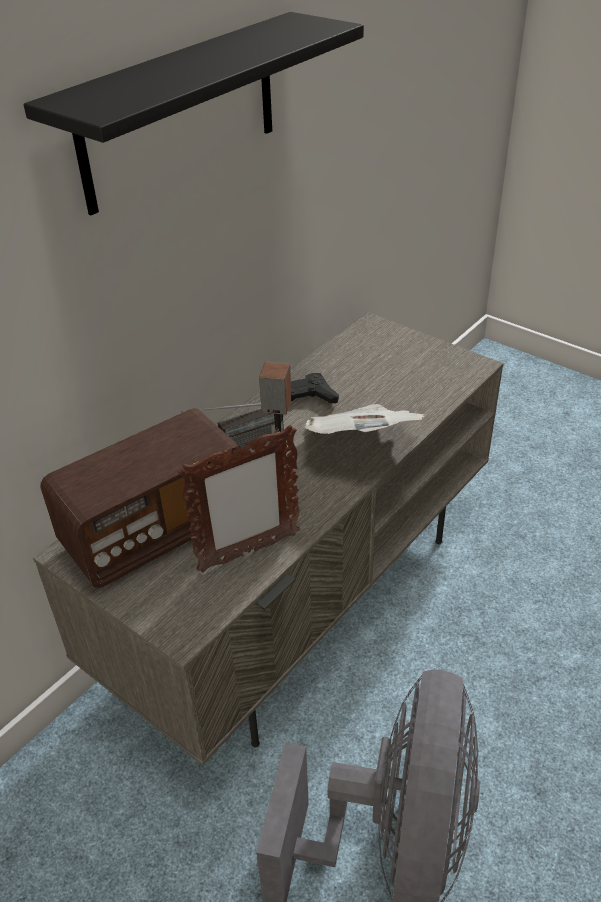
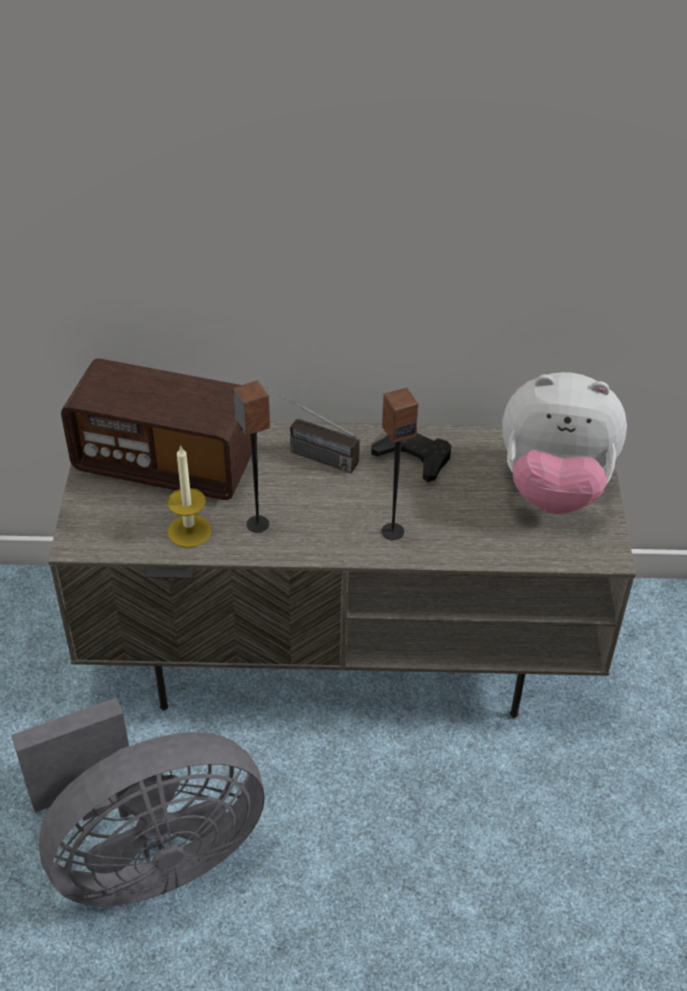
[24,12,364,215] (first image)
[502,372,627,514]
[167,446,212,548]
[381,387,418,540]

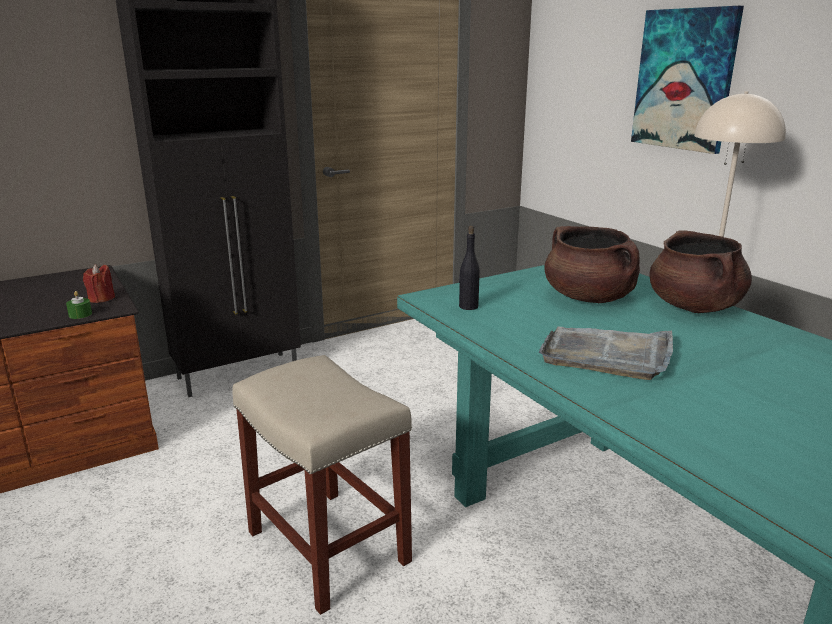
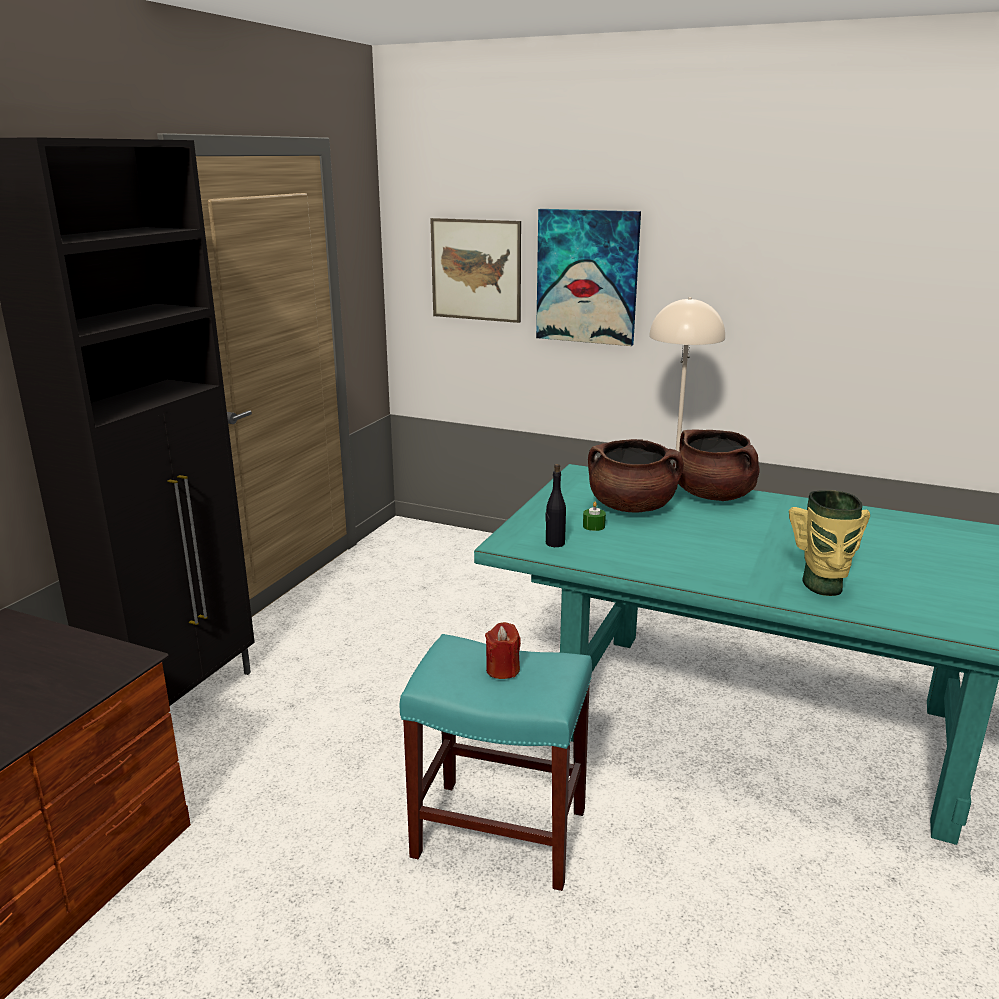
[539,326,673,380] (first image)
[430,218,521,323]
[789,490,870,596]
[583,502,606,531]
[485,622,521,679]
[400,634,592,891]

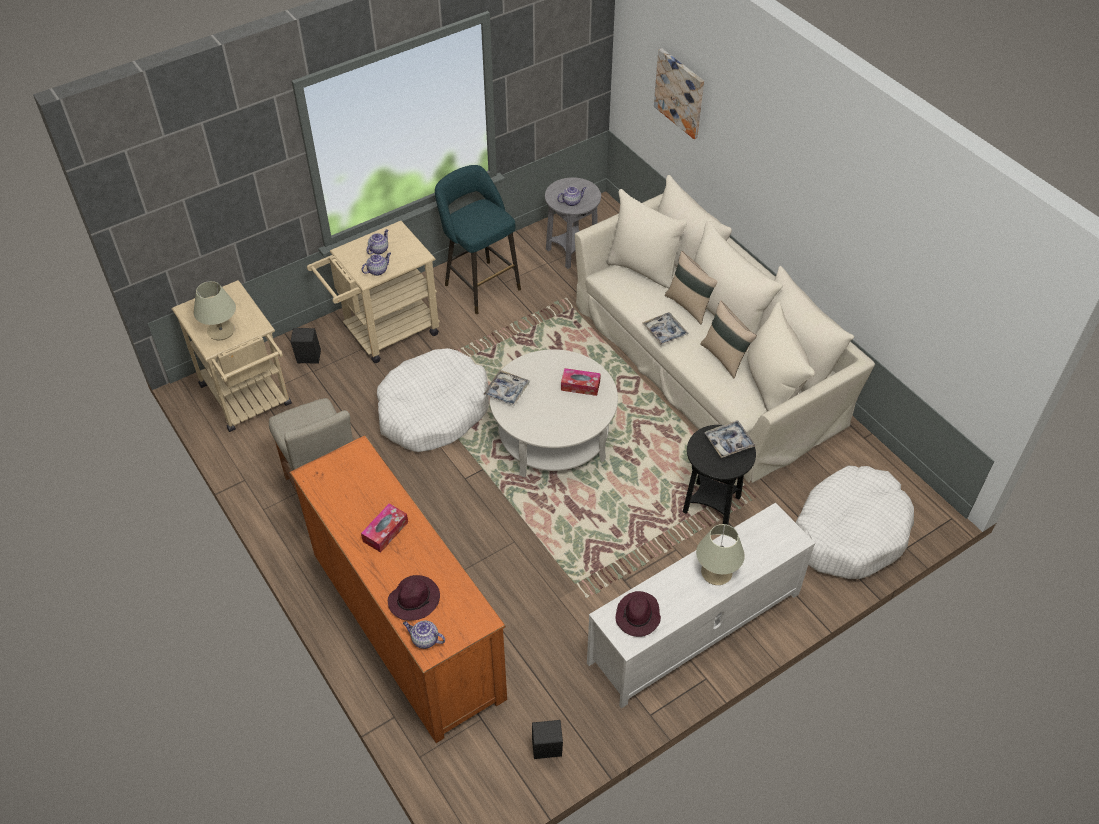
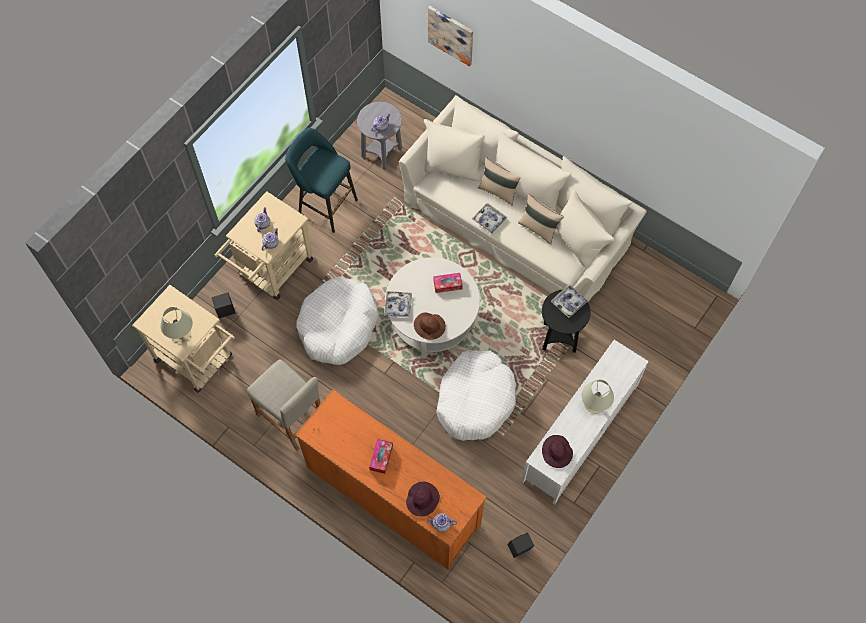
[414,313,446,340]
[436,350,516,441]

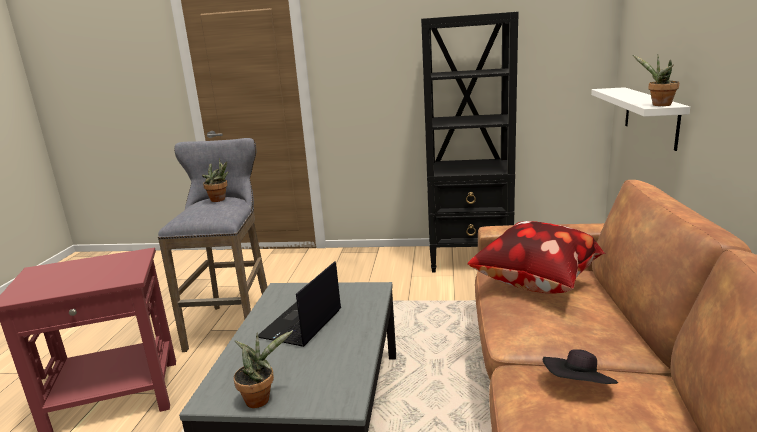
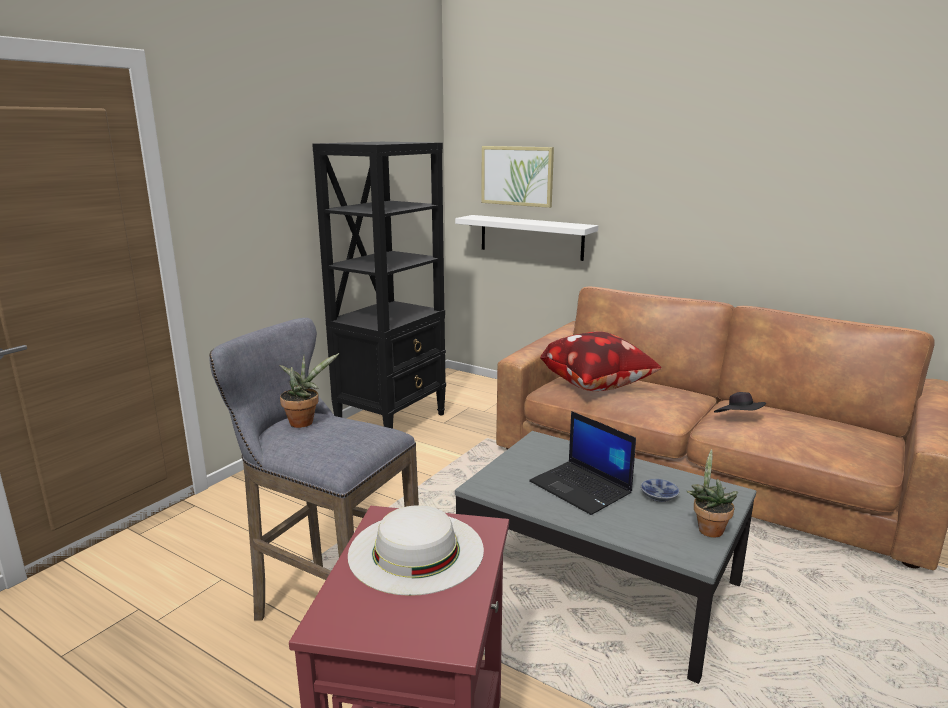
[633,55,679,106] (first image)
[348,505,484,596]
[481,146,554,208]
[641,479,679,502]

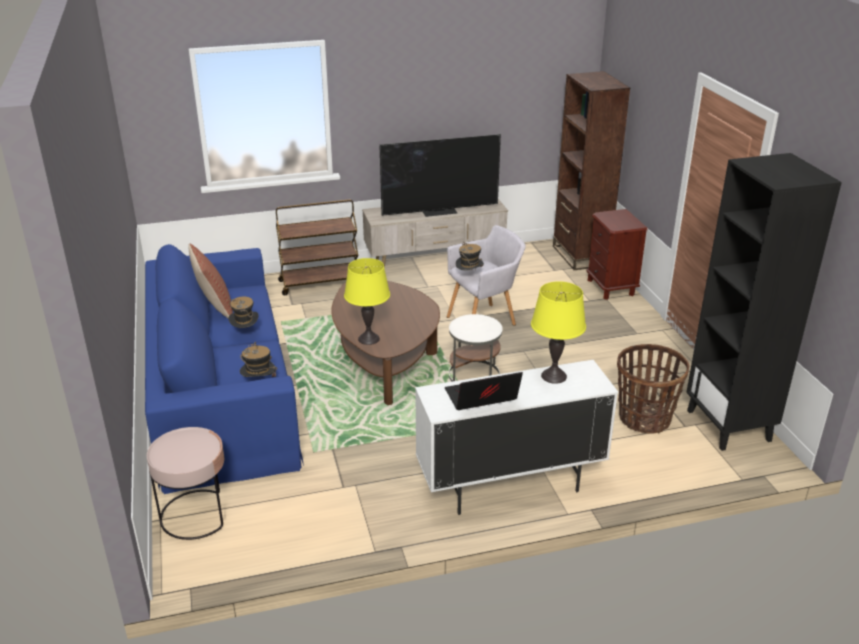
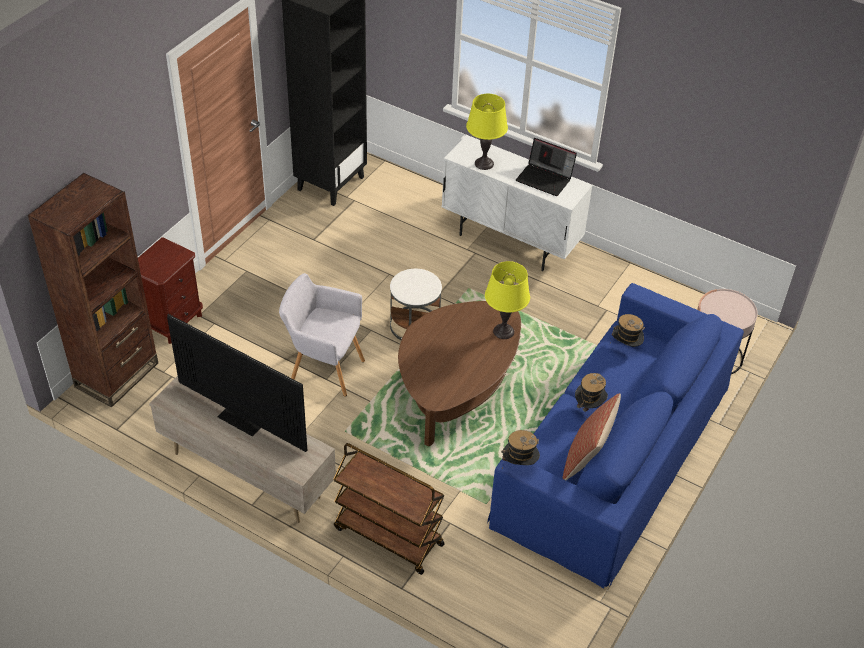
[617,344,689,434] (first image)
[501,430,540,469]

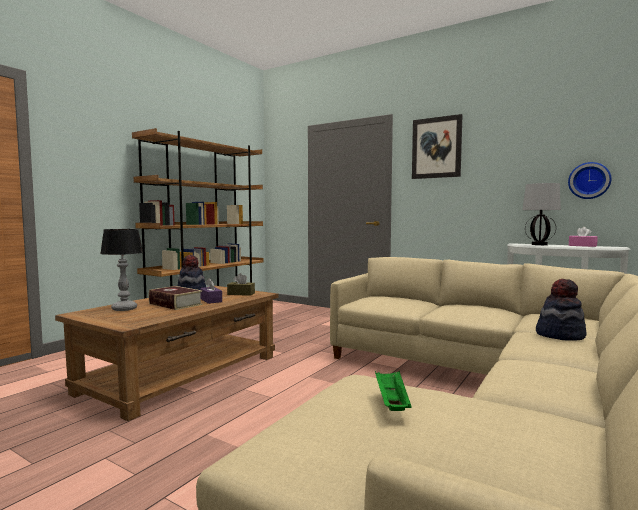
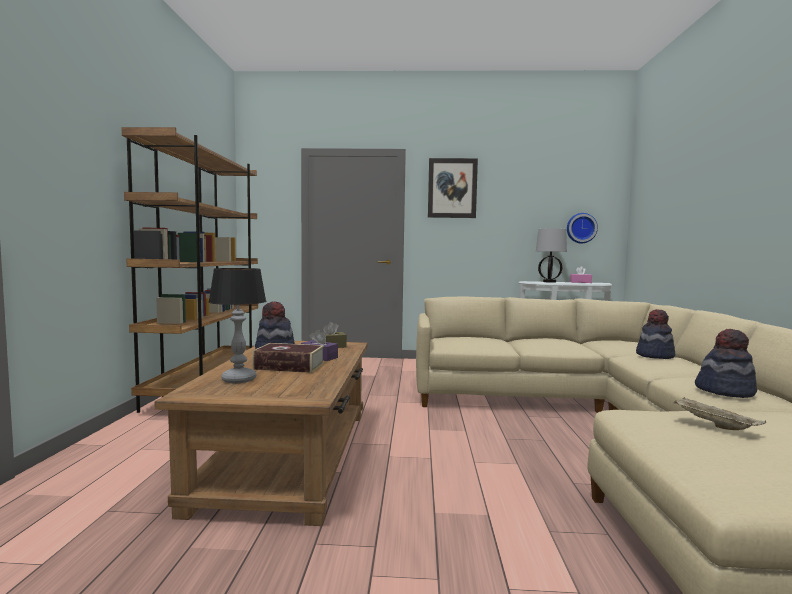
[695,329,757,398]
[673,398,766,430]

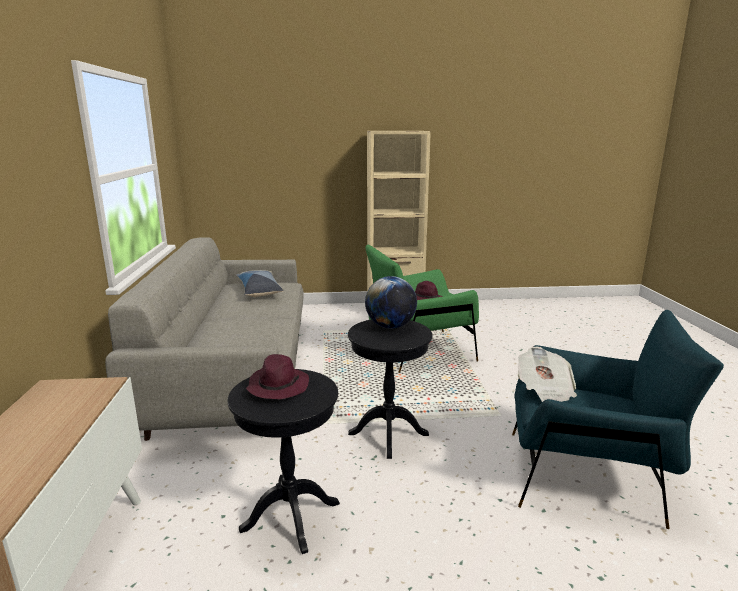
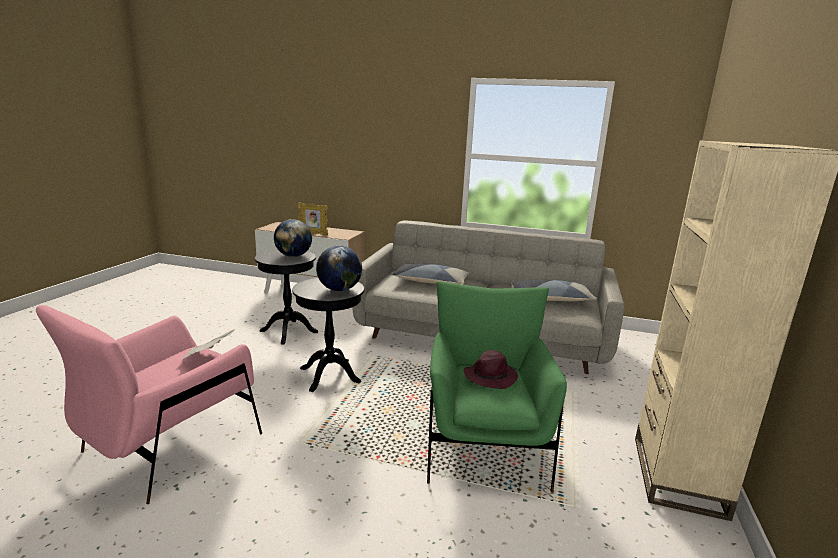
[297,203,328,236]
[391,263,469,284]
[274,219,312,257]
[36,305,262,504]

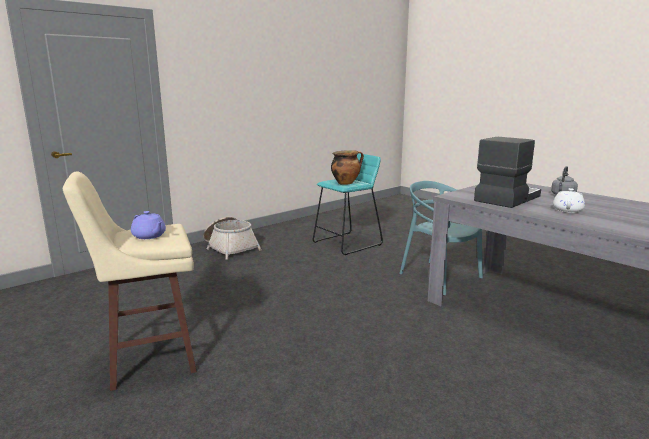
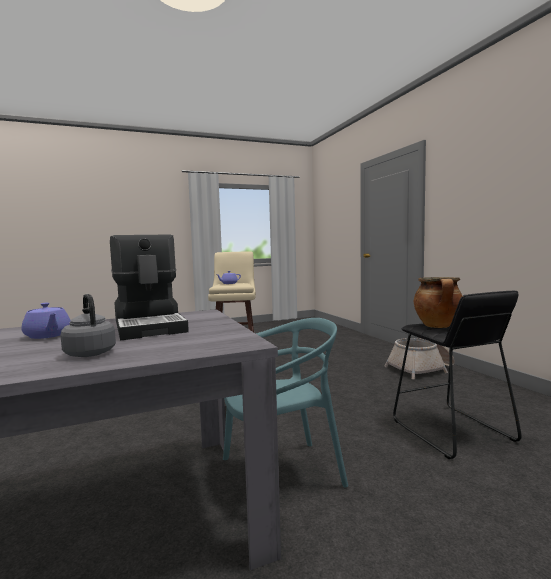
[393,291,522,459]
[21,303,70,339]

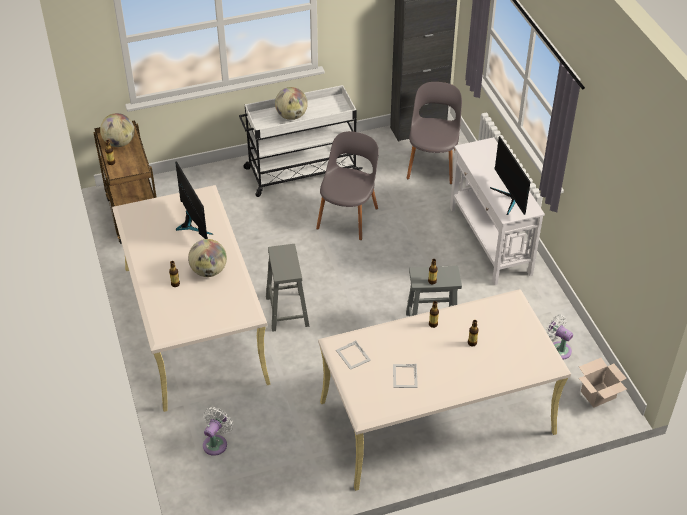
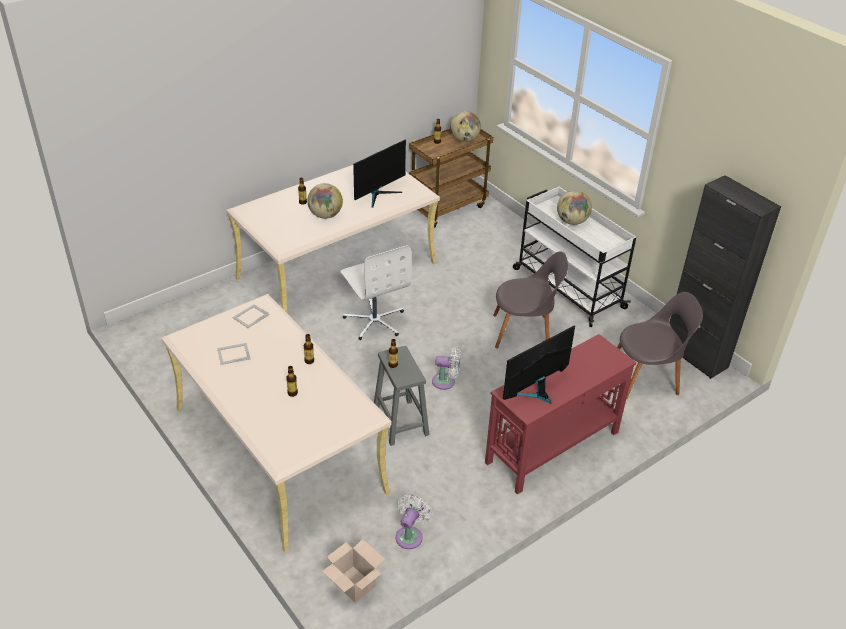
[432,347,461,390]
[340,245,411,340]
[485,334,636,494]

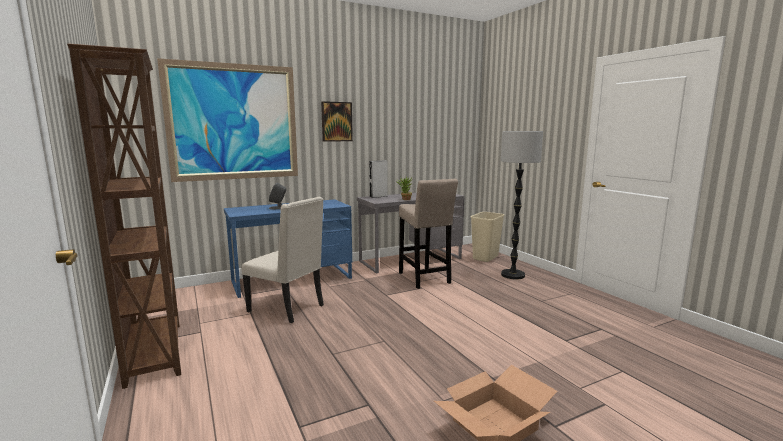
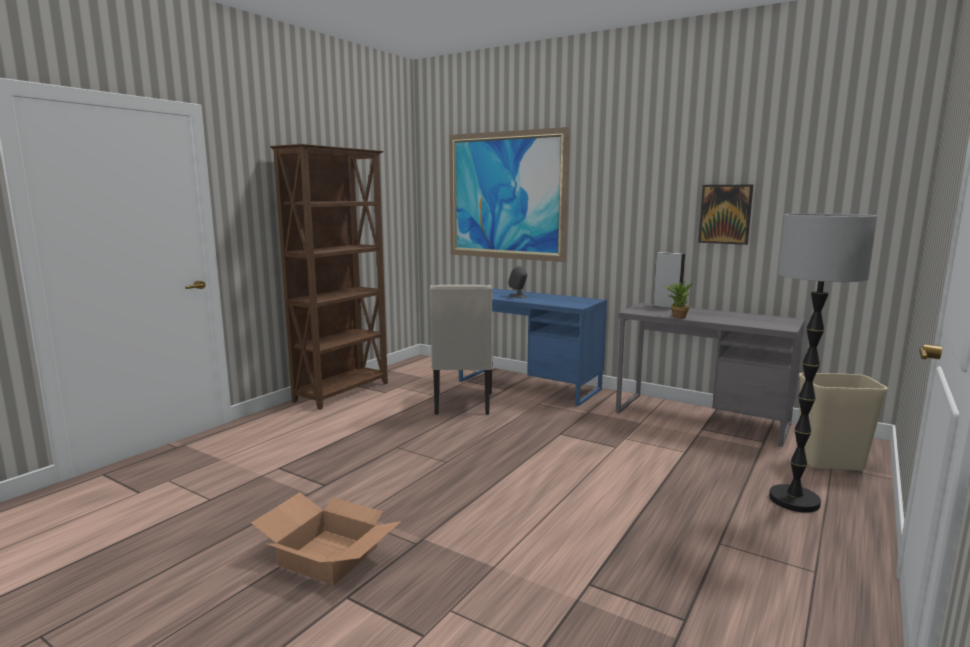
[399,179,458,289] (first image)
[698,184,753,245]

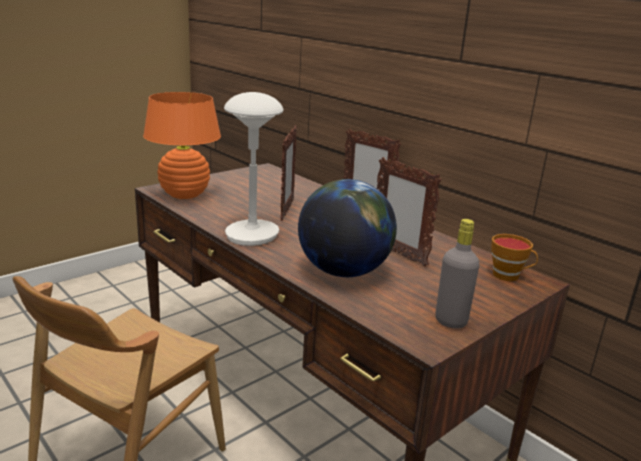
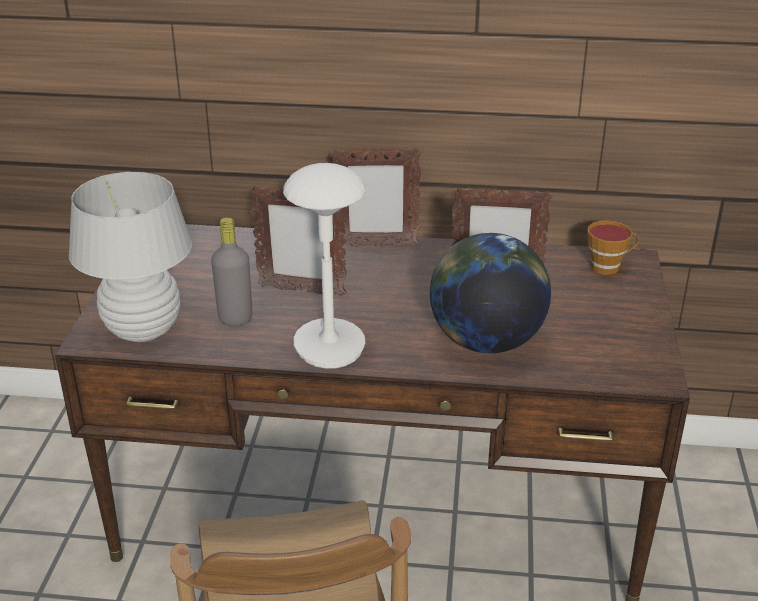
[211,217,252,326]
[69,172,192,342]
[249,185,347,296]

